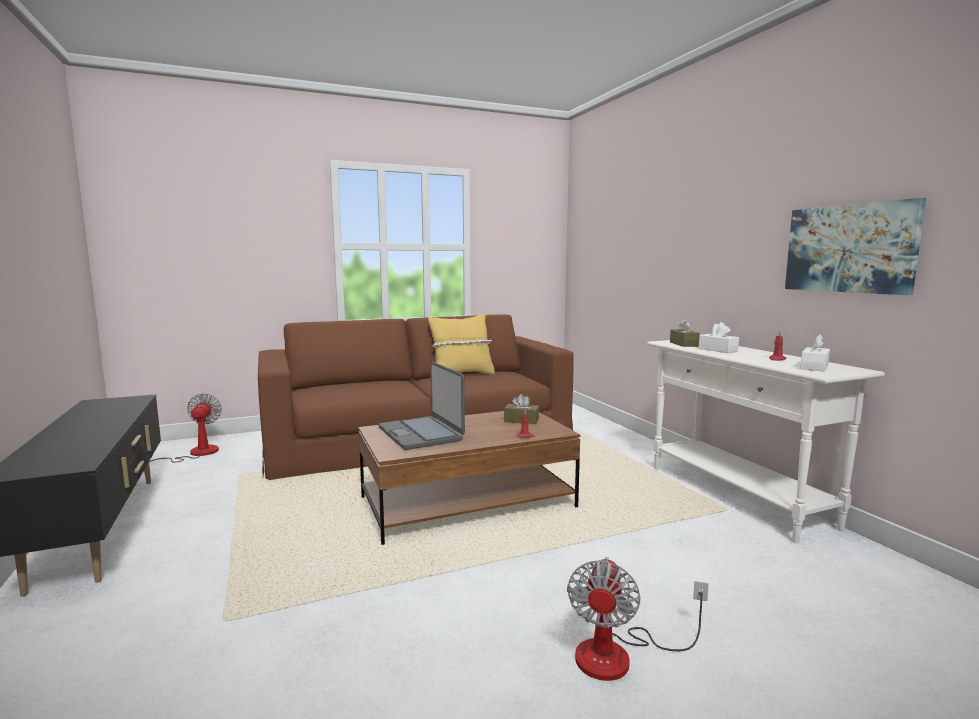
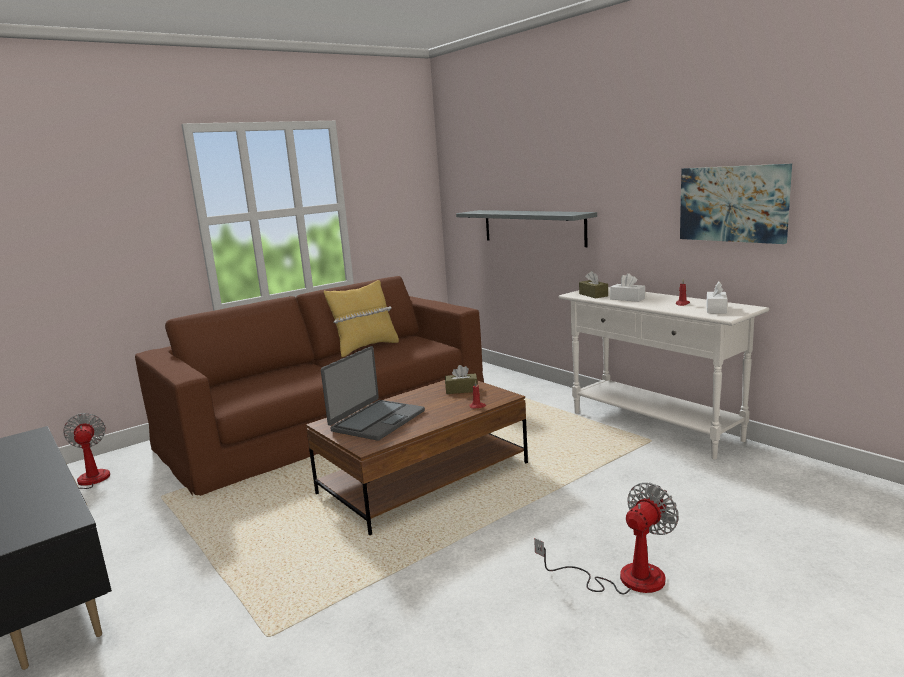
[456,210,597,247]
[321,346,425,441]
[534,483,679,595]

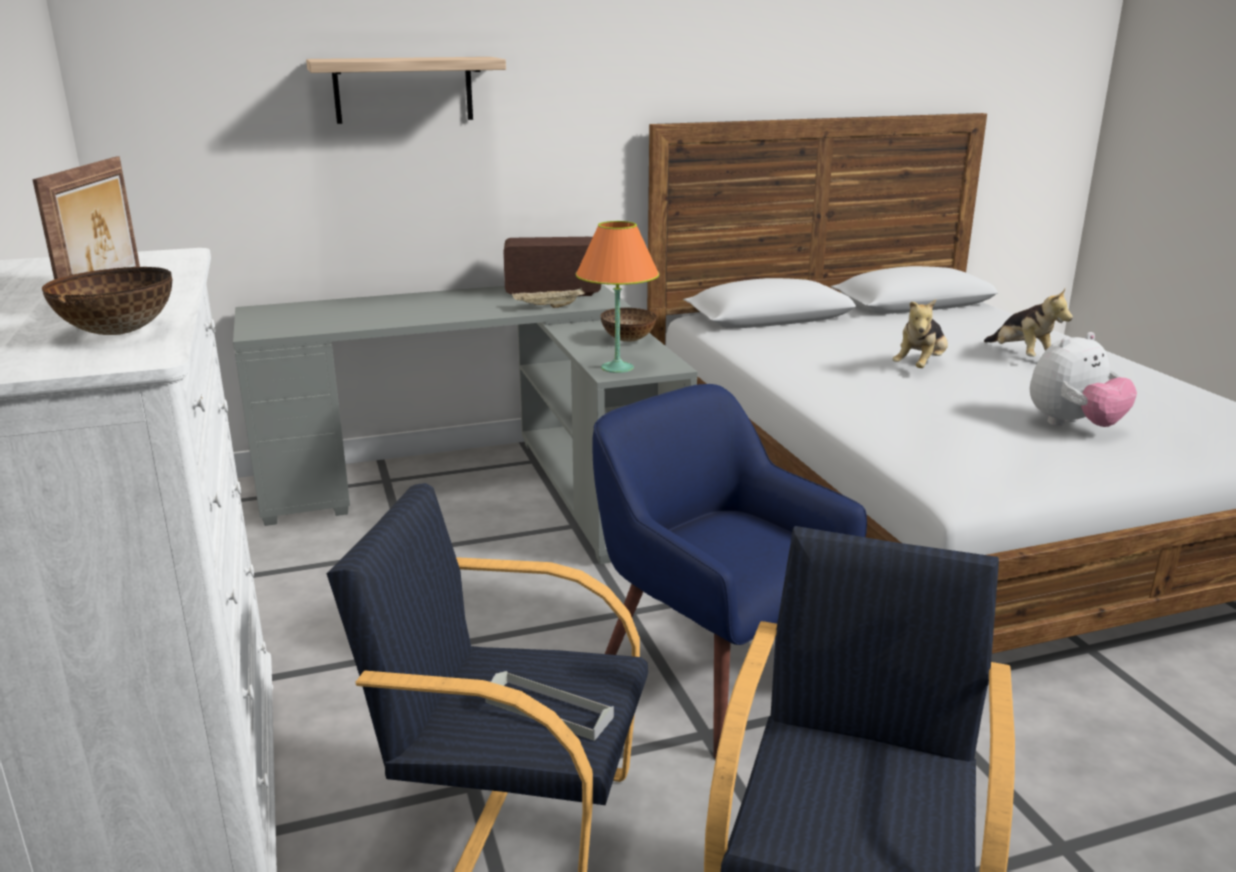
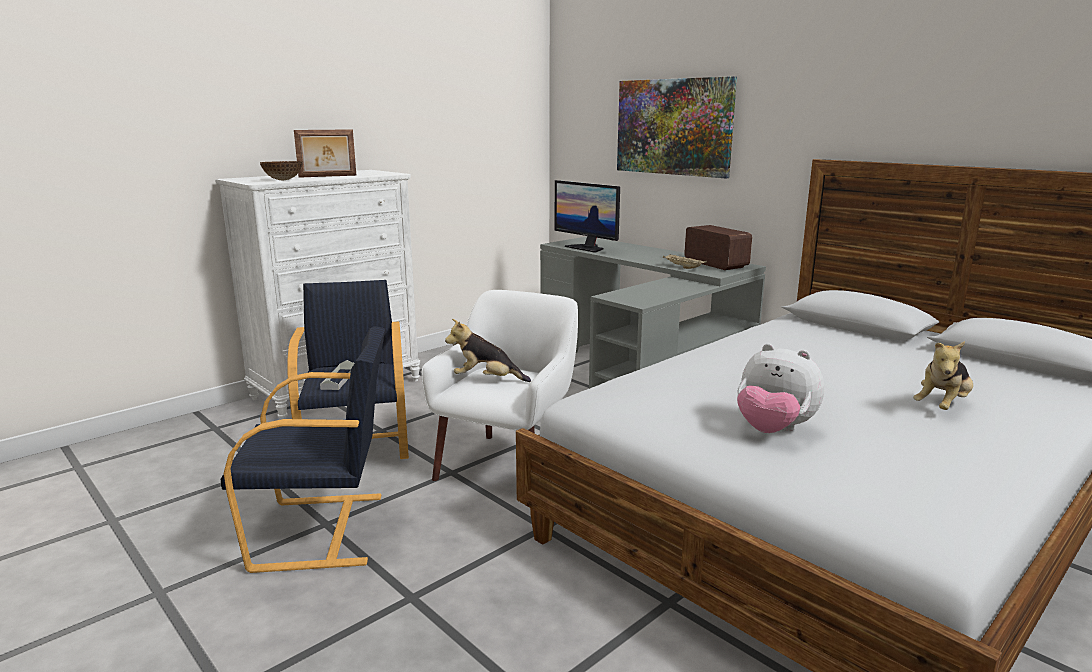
[576,221,659,373] (first image)
[601,308,656,342] (first image)
[555,180,620,253]
[445,319,531,382]
[617,76,737,178]
[421,290,578,481]

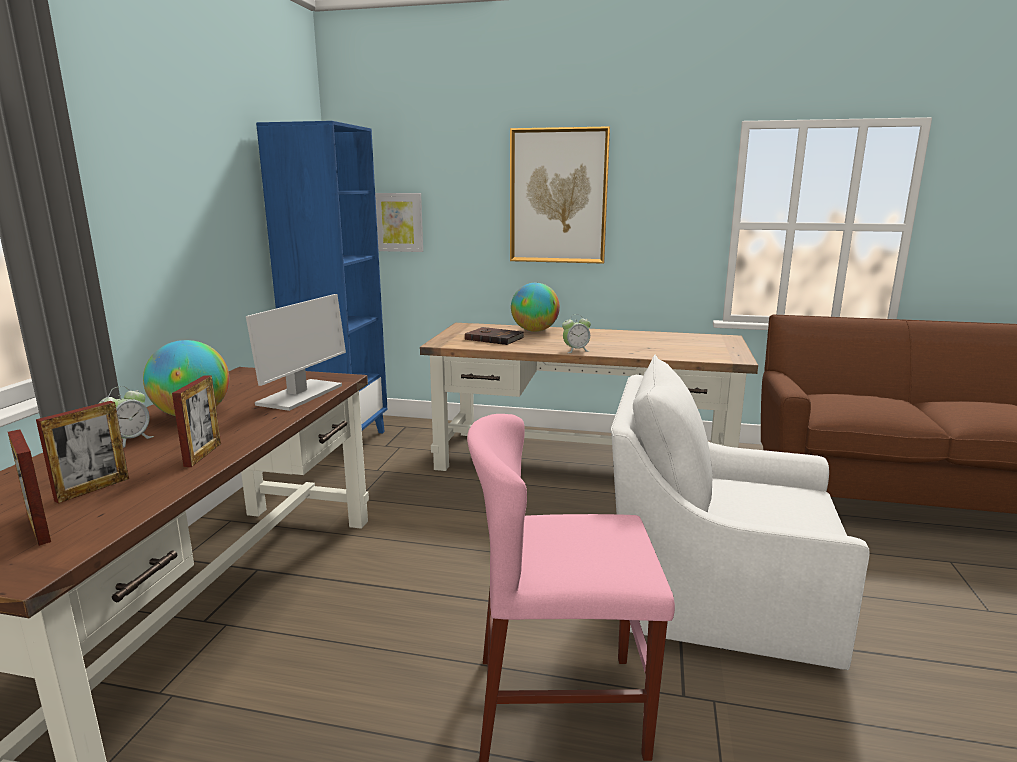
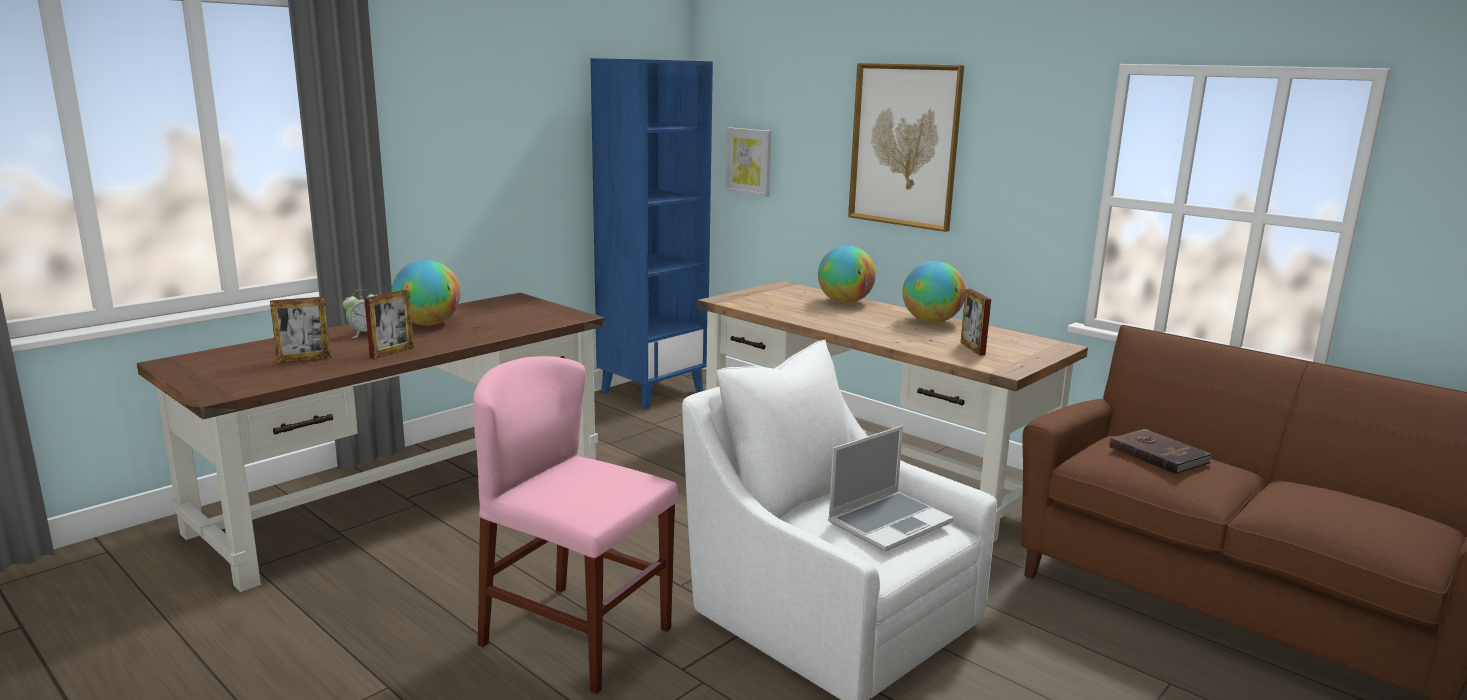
[246,294,346,411] (first image)
[562,314,591,353] (first image)
[828,425,954,552]
[902,261,966,323]
[960,289,991,356]
[1109,429,1212,474]

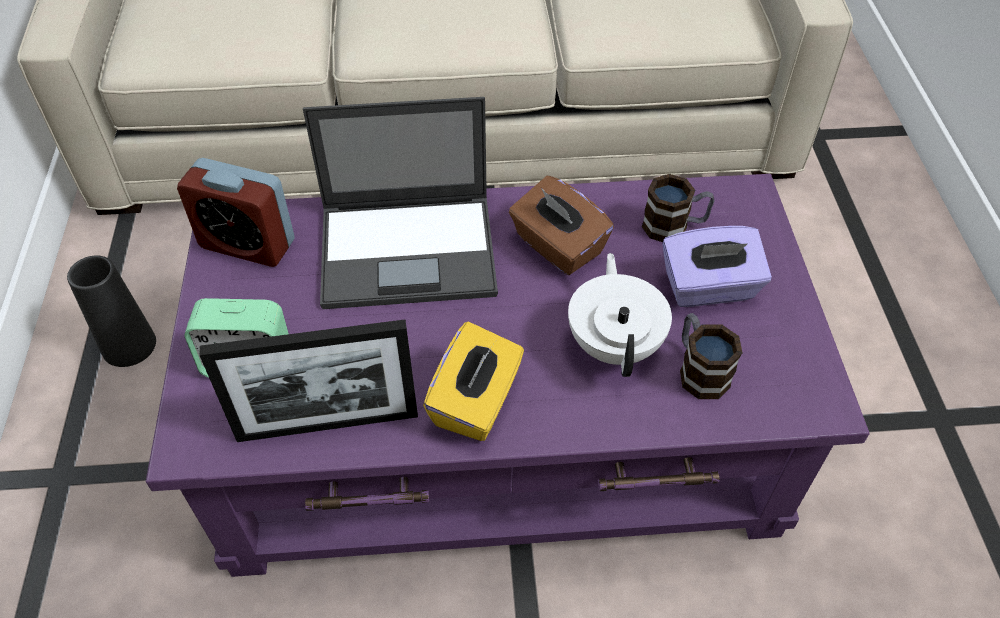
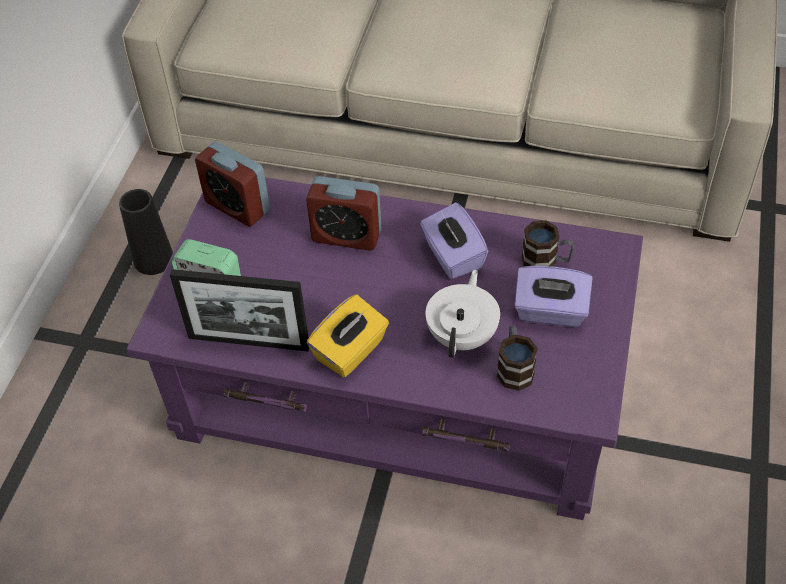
[306,176,381,251]
[420,202,488,279]

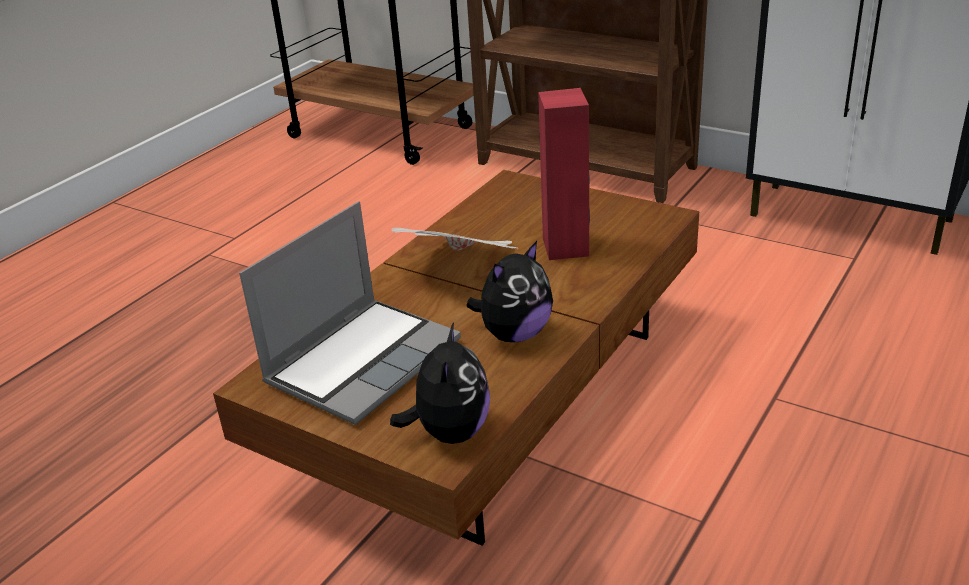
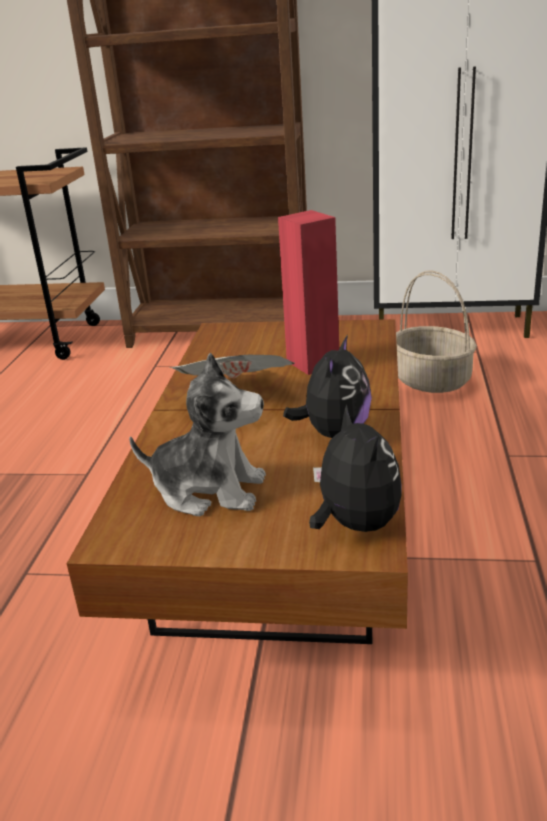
[396,270,477,393]
[129,353,266,516]

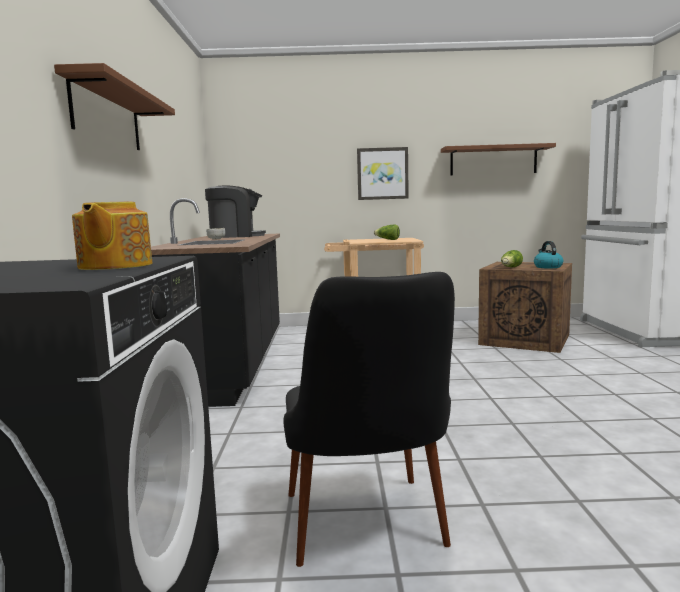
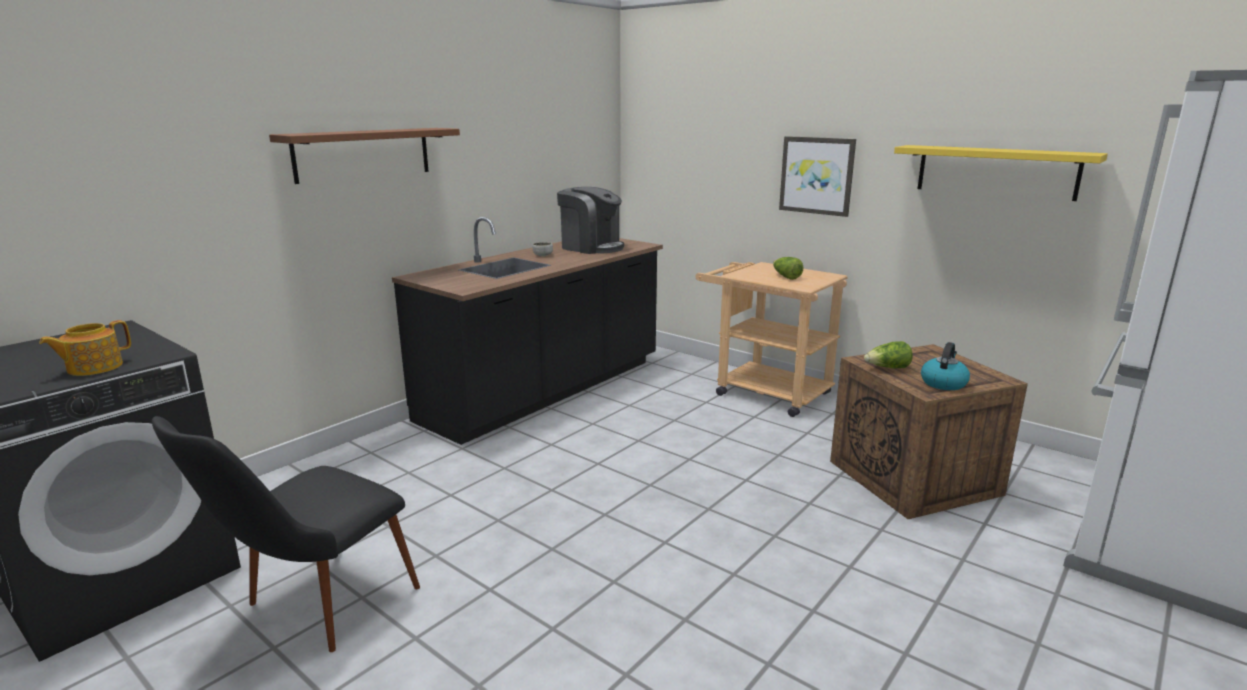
[894,145,1108,201]

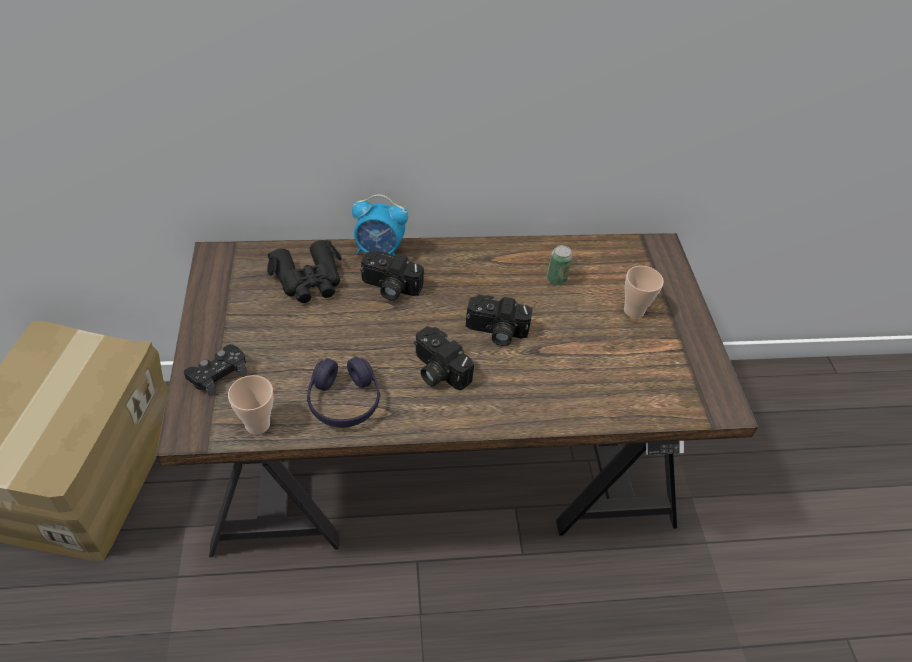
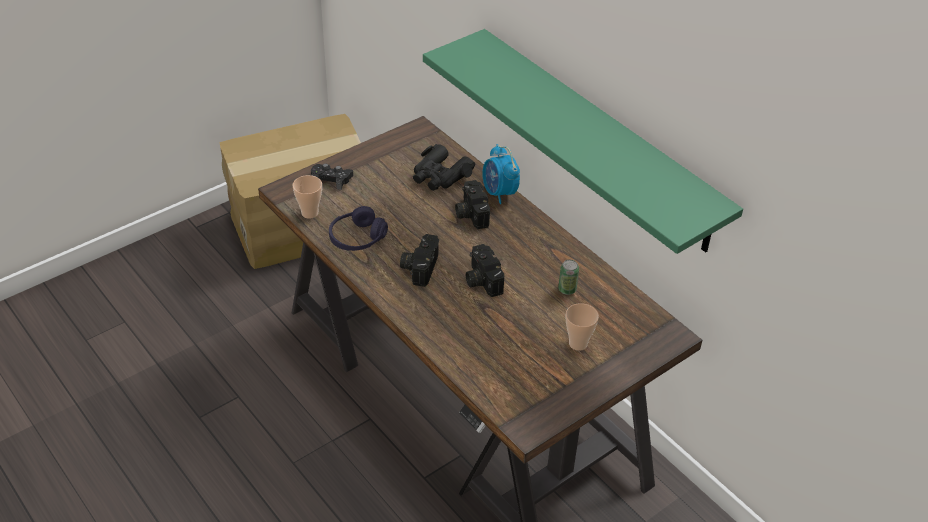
[423,29,743,254]

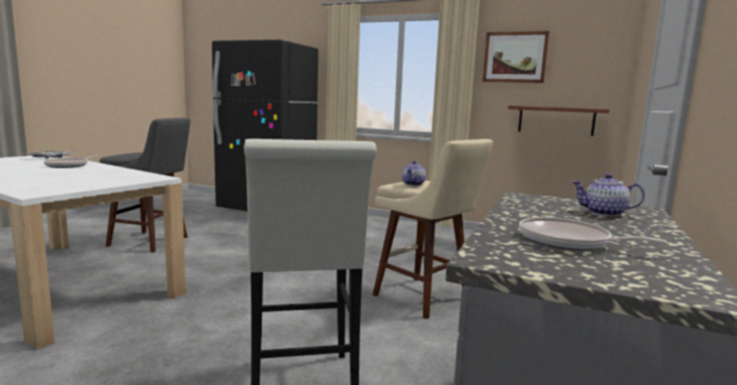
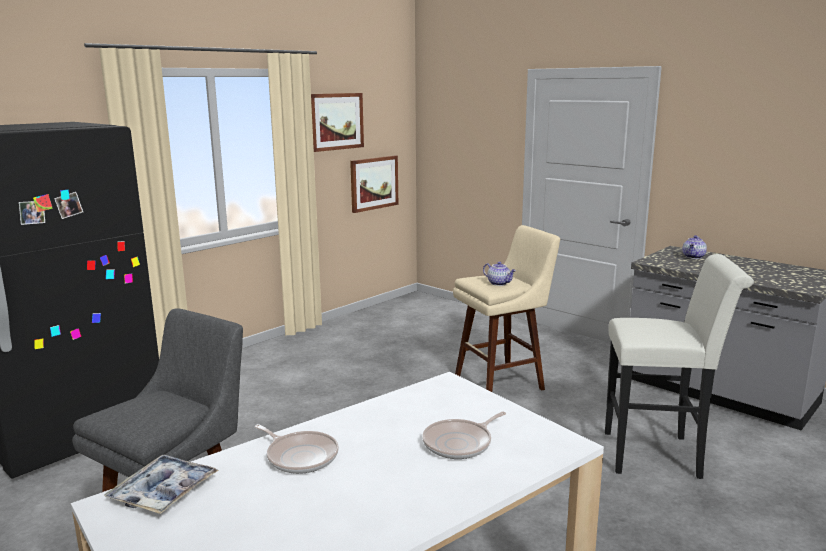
[422,412,506,459]
[350,155,398,213]

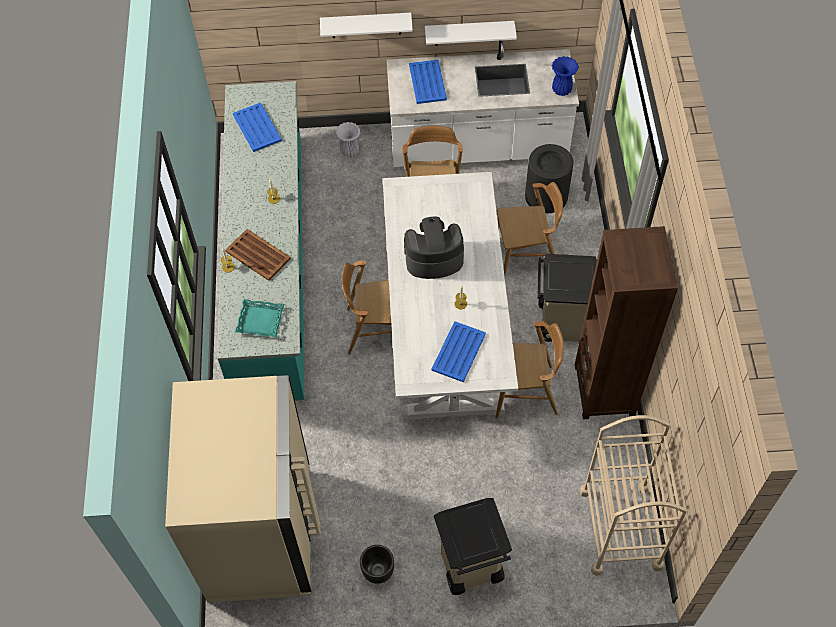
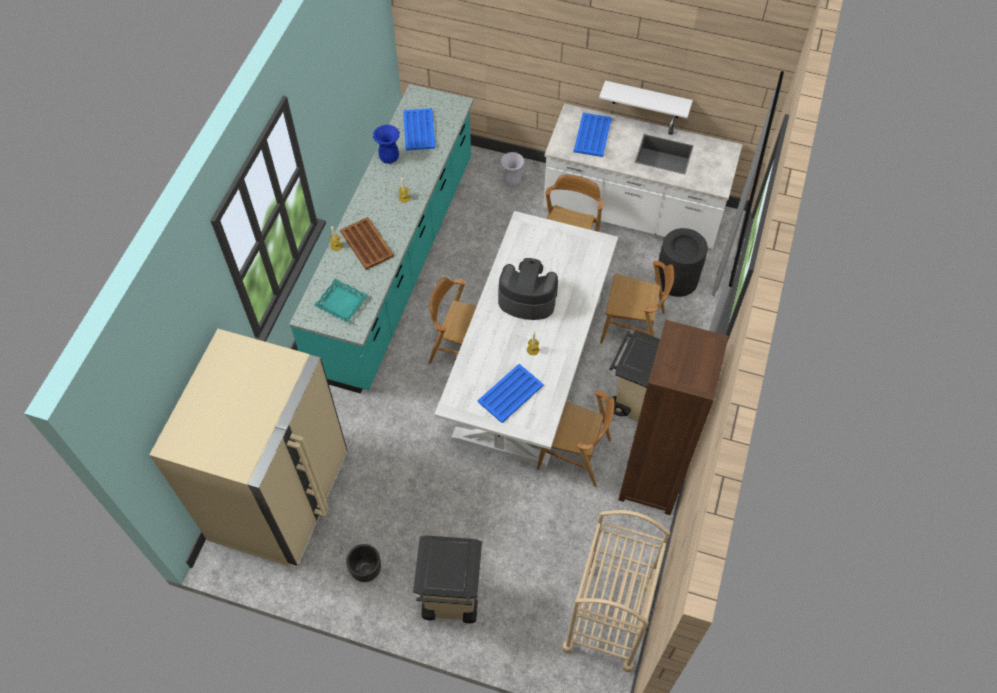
[320,13,413,38] (first image)
[373,124,400,164]

